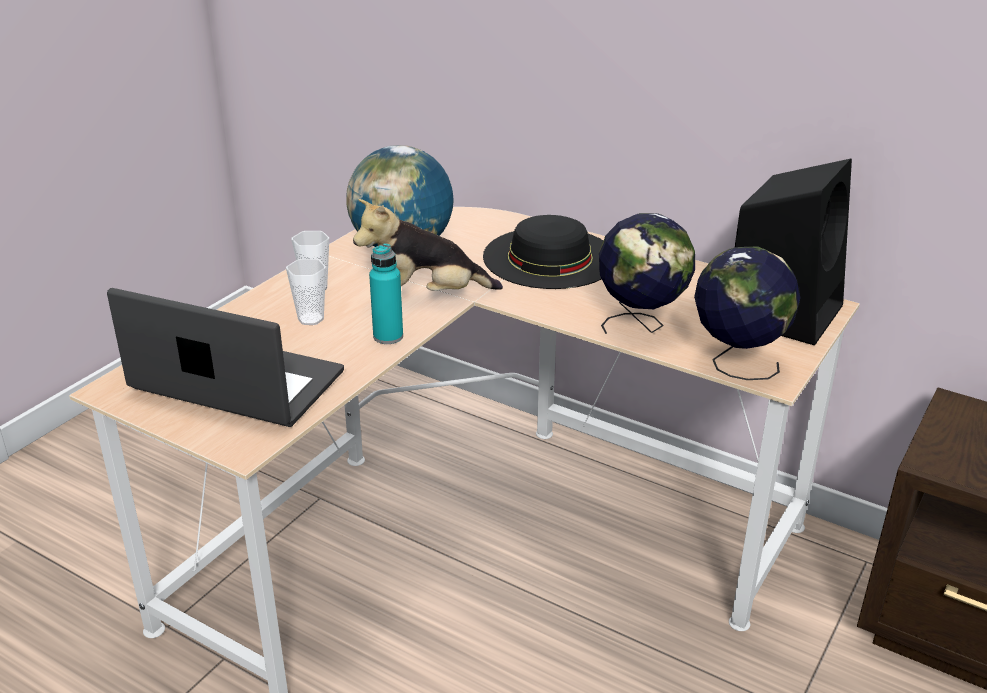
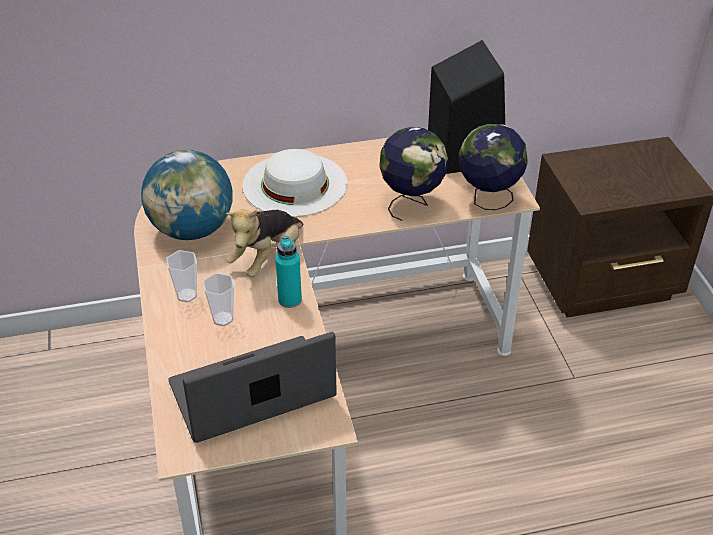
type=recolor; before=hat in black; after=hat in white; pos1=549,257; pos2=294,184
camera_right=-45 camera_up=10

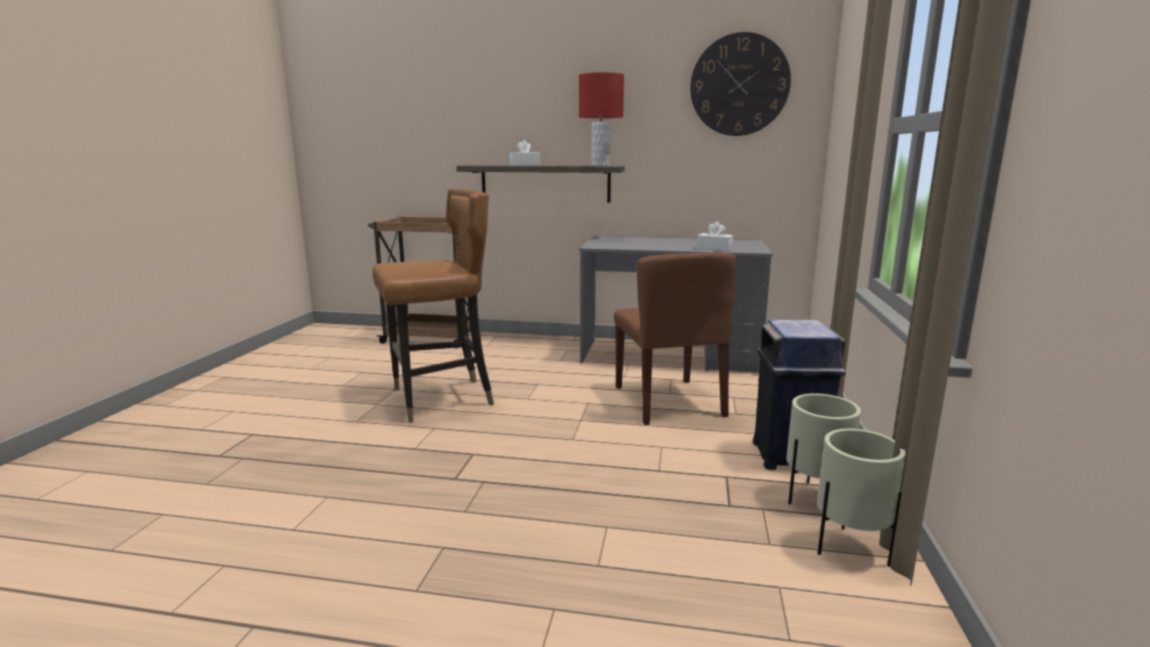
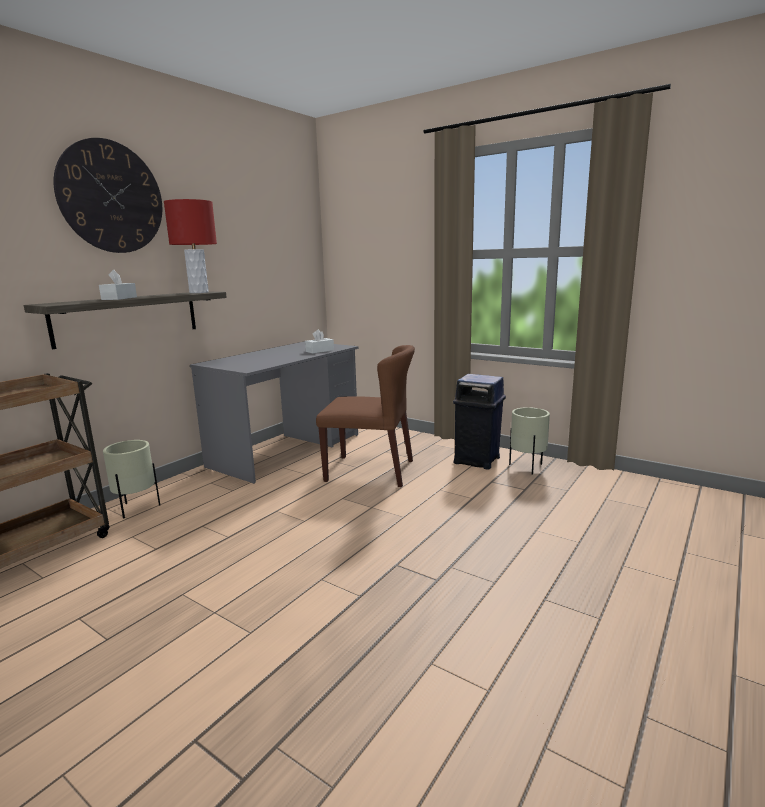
type=move; before=wall clock; pos1=739,85; pos2=111,197
type=move; before=planter in beige; pos1=850,550; pos2=137,509
type=delete; before=chair in brown; pos1=440,399
camera_right=-65 camera_up=0

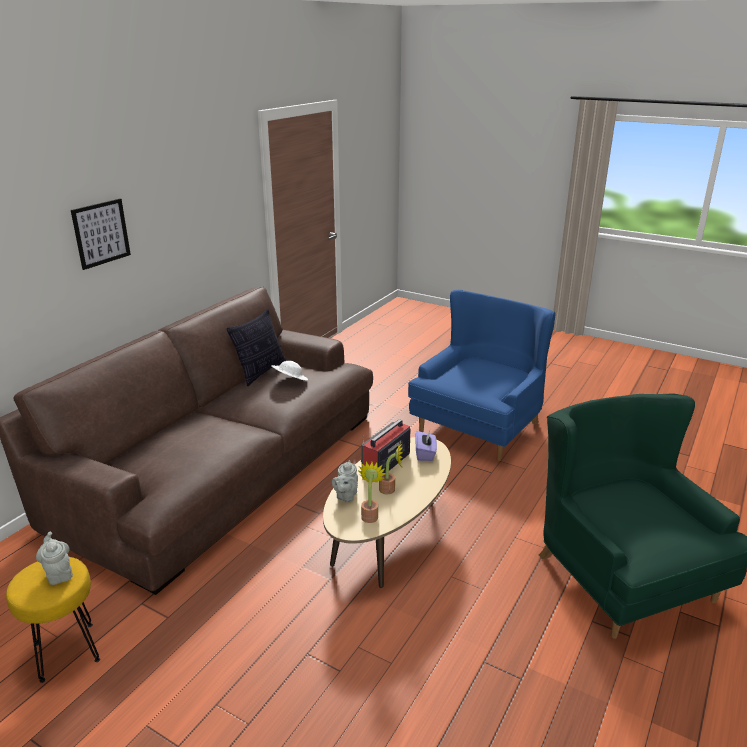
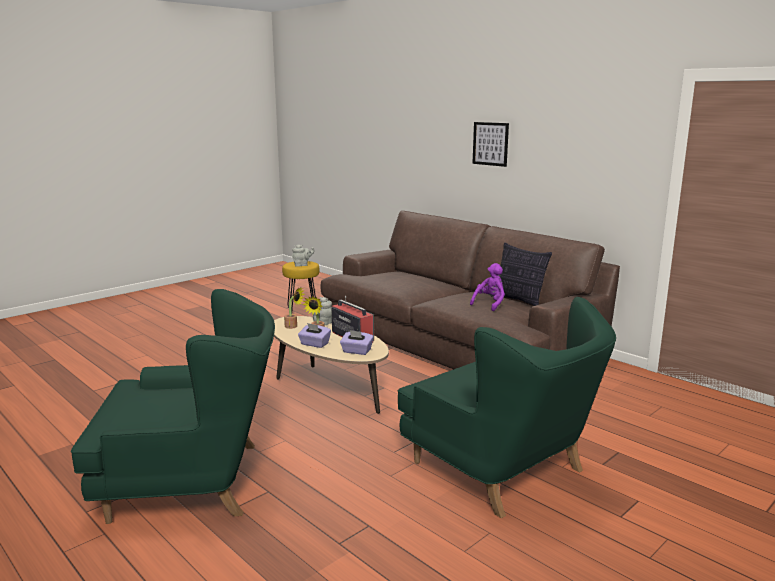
type=insert; after=tissue box in purple; pos2=314,344
type=recolor; before=armchair in blue; after=armchair in green; pos1=481,425; pos2=500,468
type=replace; before=hat in white; after=plush toy in purple; pos1=289,381; pos2=490,304
camera_right=105 camera_up=-10

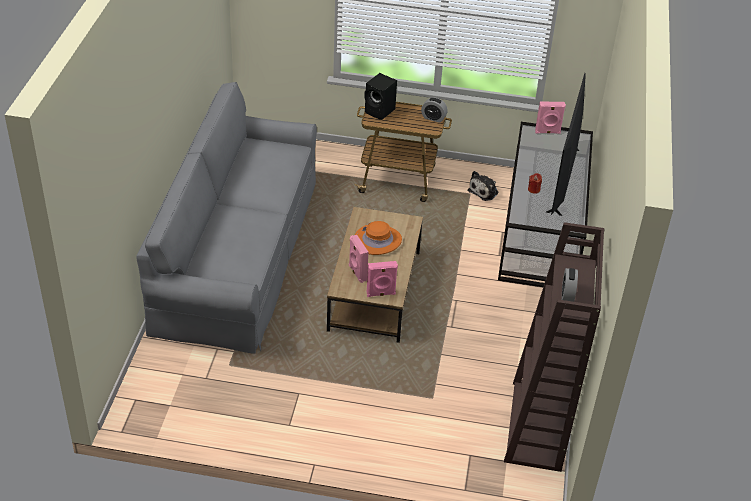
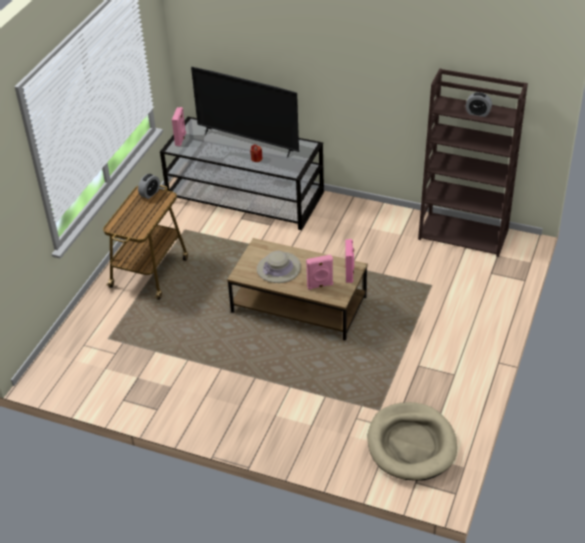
type=recolor; before=hat in orange; after=hat in beige; pos1=377,240; pos2=278,268
type=insert; after=dog bed in beige; pos2=411,444
type=delete; before=sofa in grey; pos1=238,253
type=delete; before=speaker in black; pos1=380,111
type=delete; before=plush toy; pos1=484,191
camera_right=-75 camera_up=0

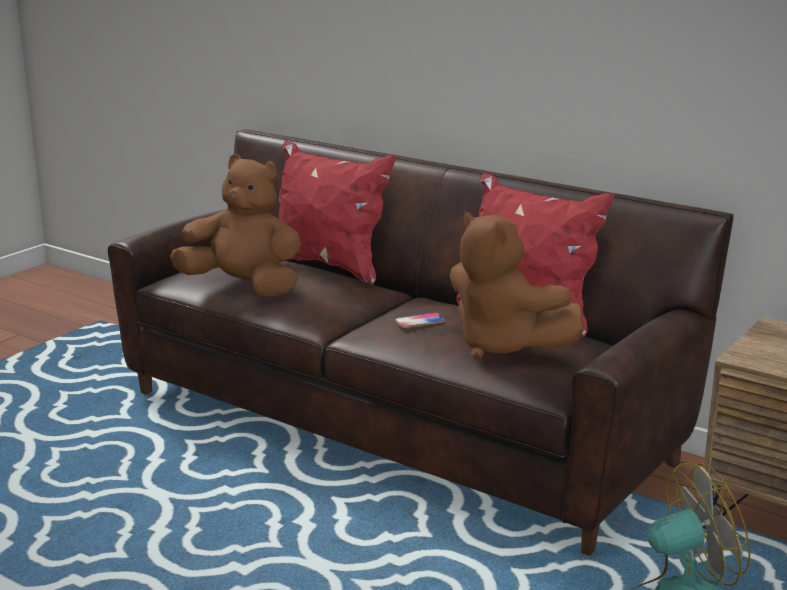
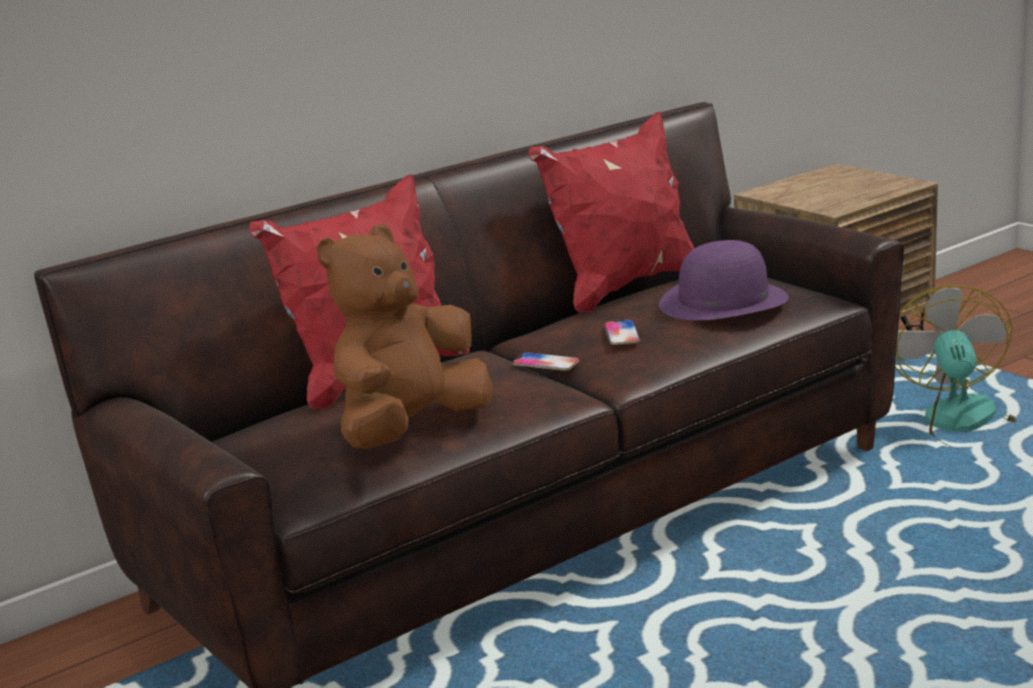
type=insert; after=phone; pos2=546,363
type=replace; before=plush toy in brown; after=hat in purple; pos1=503,346; pos2=723,301
camera_right=-70 camera_up=0

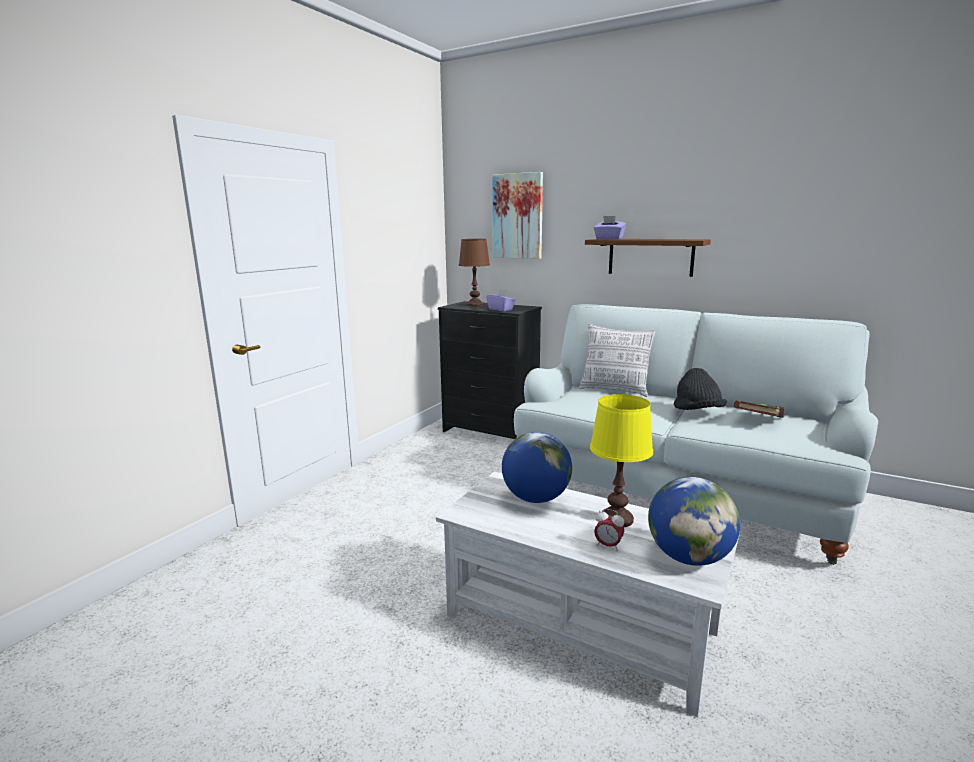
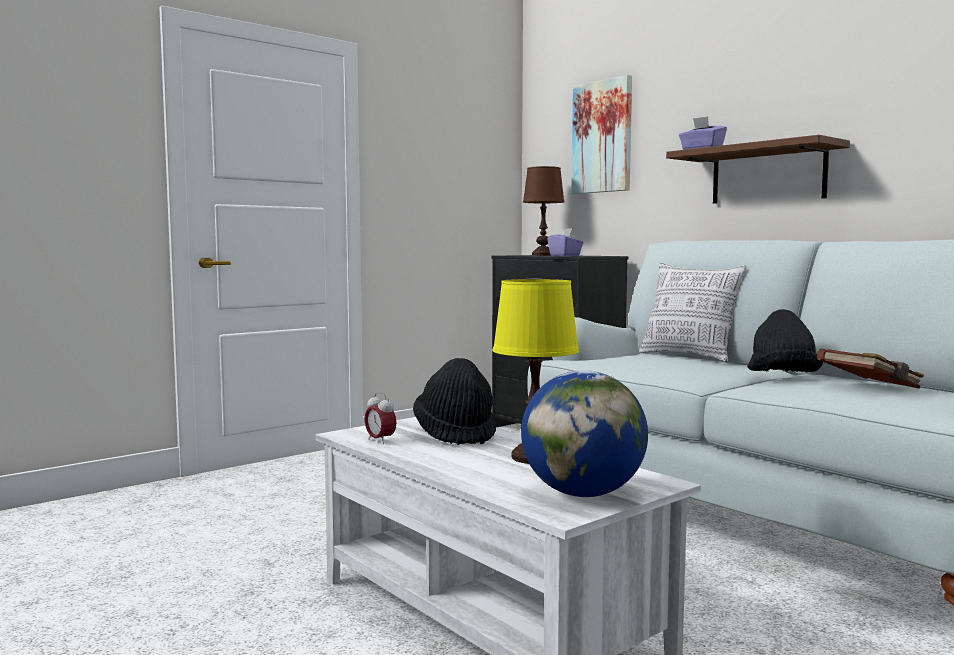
type=move; before=alarm clock; pos1=608,546; pos2=380,440
type=replace; before=globe; after=hat in black; pos1=536,498; pos2=456,434
camera_right=20 camera_up=-10

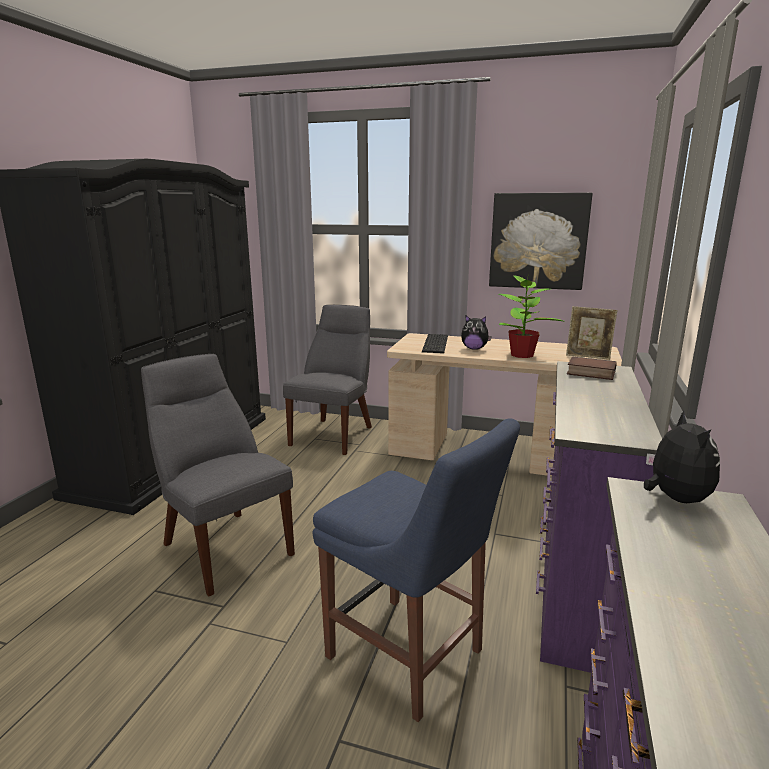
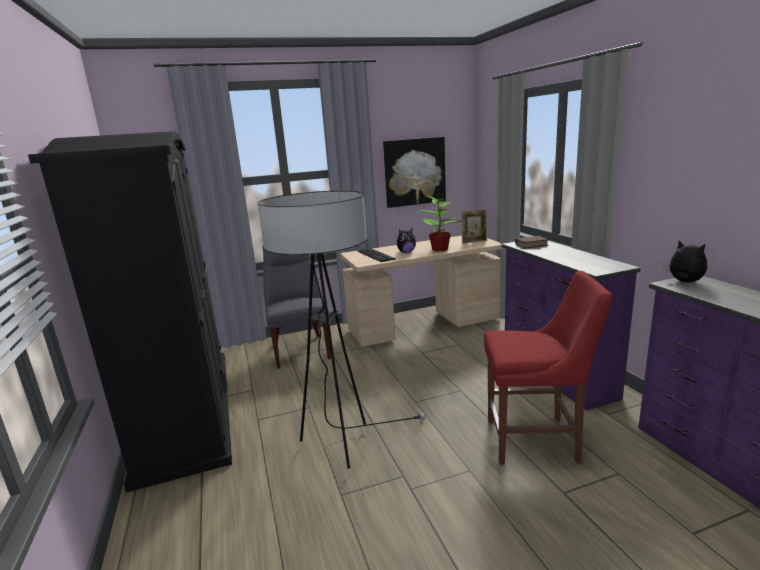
type=replace; before=chair in grey; after=floor lamp; pos1=224,546; pos2=343,447
type=recolor; before=chair in blue; after=chair in red; pos1=410,657; pos2=536,440
camera_right=-35 camera_up=0

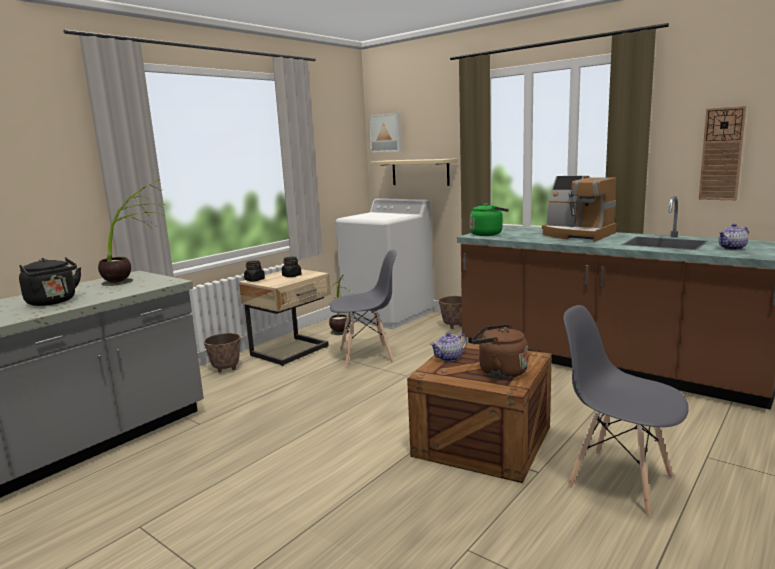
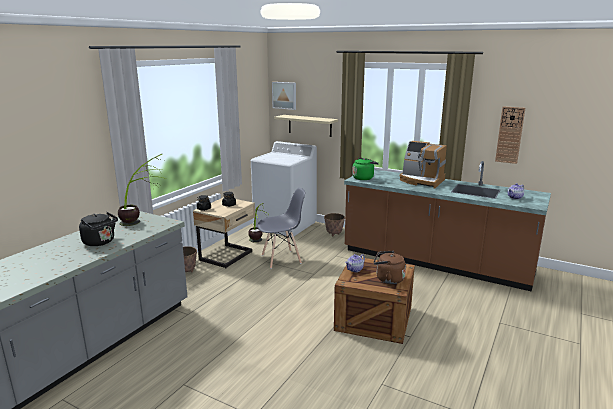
type=delete; before=chair in grey; pos1=618,482
camera_right=-10 camera_up=5

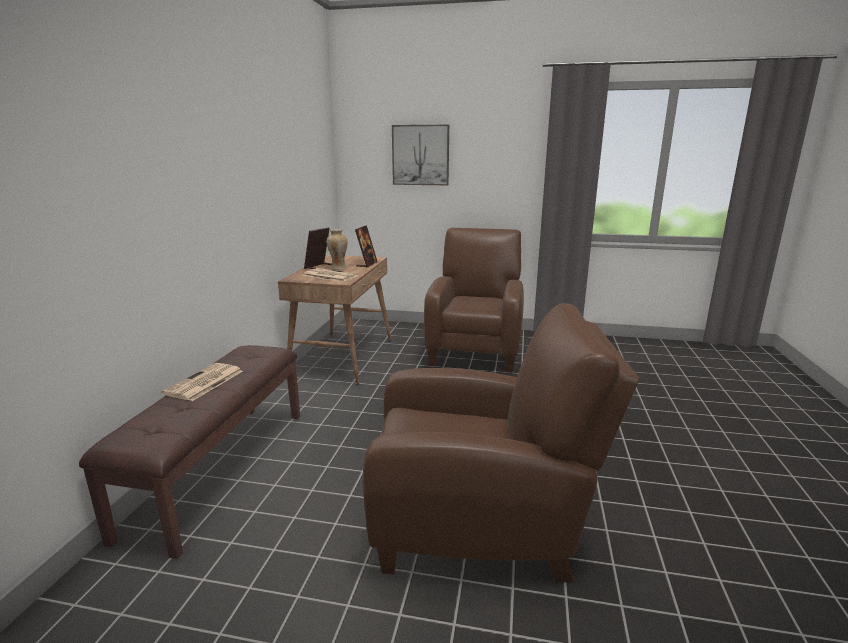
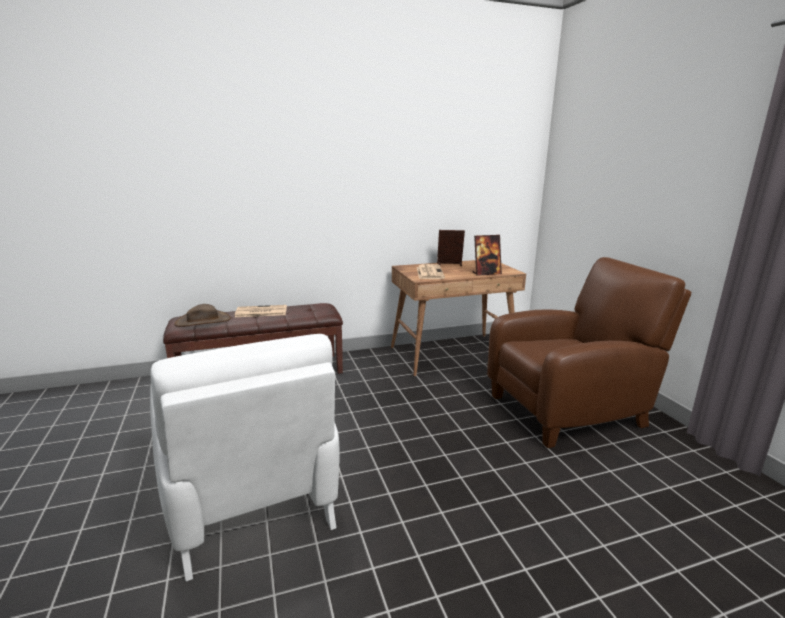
type=recolor; before=armchair in brown; after=armchair in white; pos1=481,523; pos2=250,501
type=insert; after=hat in brown; pos2=203,321
type=delete; before=vase; pos1=338,268
type=delete; before=picture; pos1=420,155
camera_right=60 camera_up=0

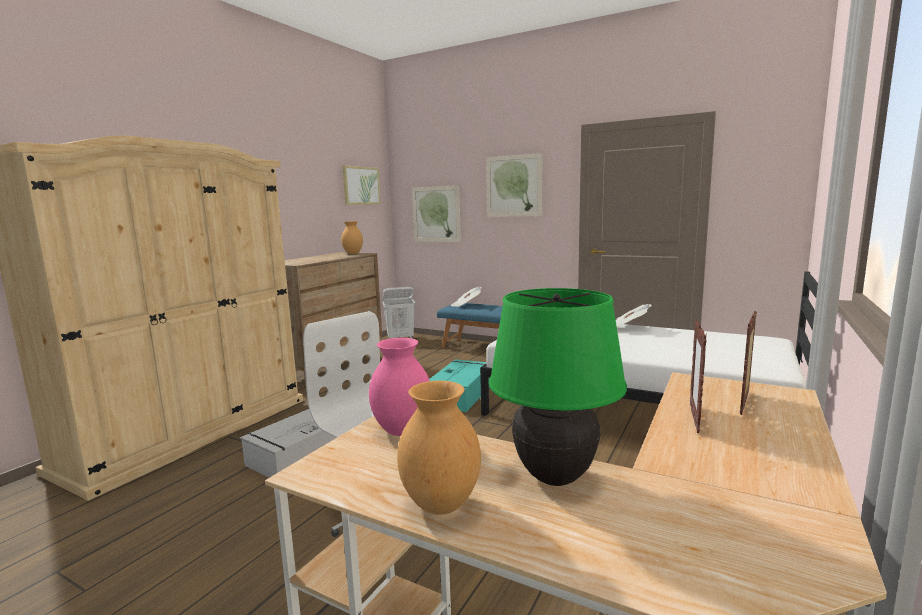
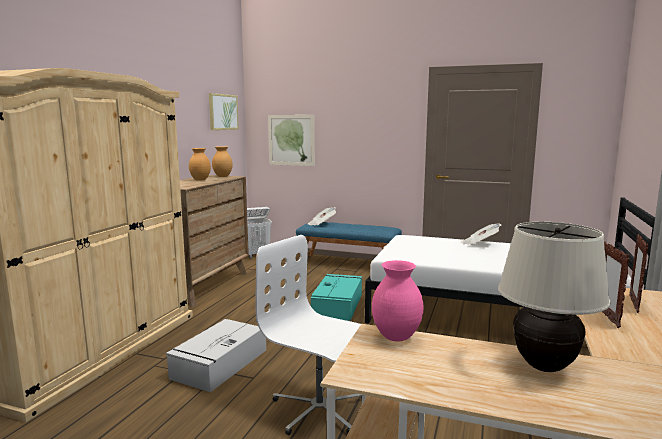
type=move; before=vase in brown; pos1=439,504; pos2=200,180
type=recolor; before=table lamp in green; after=table lamp in beige; pos1=555,478; pos2=544,366
type=delete; before=picture; pos1=514,186
camera_right=-10 camera_up=0

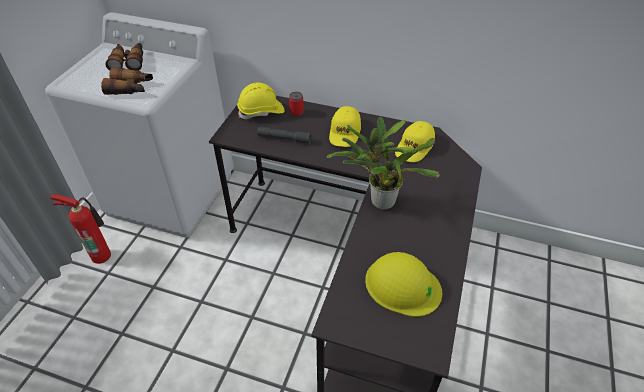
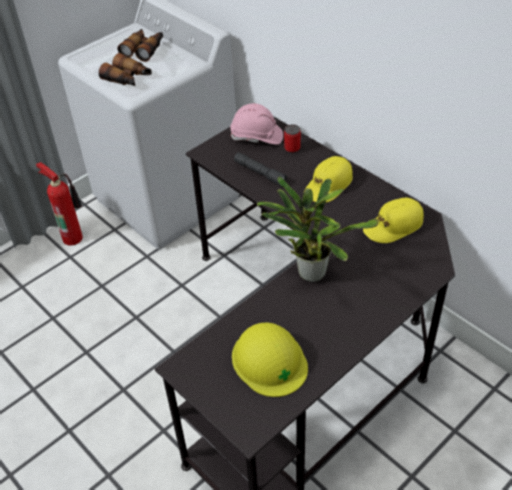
type=recolor; before=hard hat in yellow; after=hard hat in pink; pos1=261,112; pos2=257,137
camera_right=30 camera_up=0

